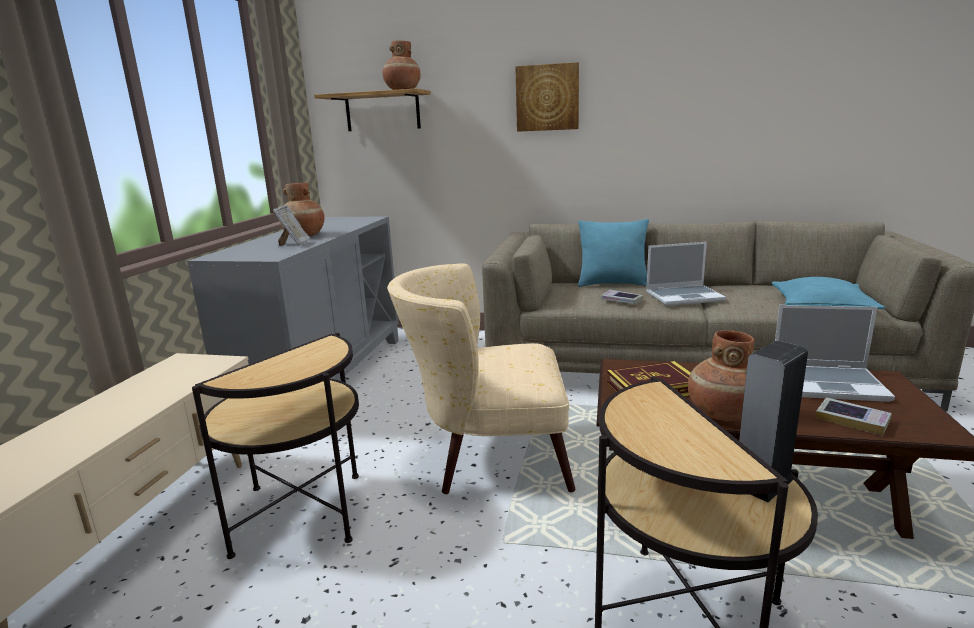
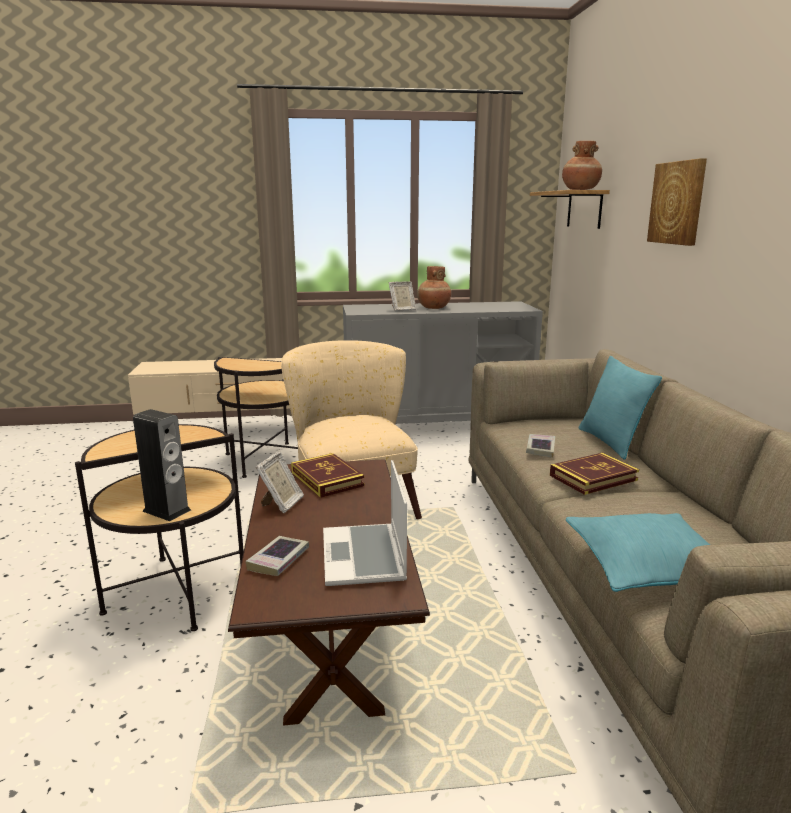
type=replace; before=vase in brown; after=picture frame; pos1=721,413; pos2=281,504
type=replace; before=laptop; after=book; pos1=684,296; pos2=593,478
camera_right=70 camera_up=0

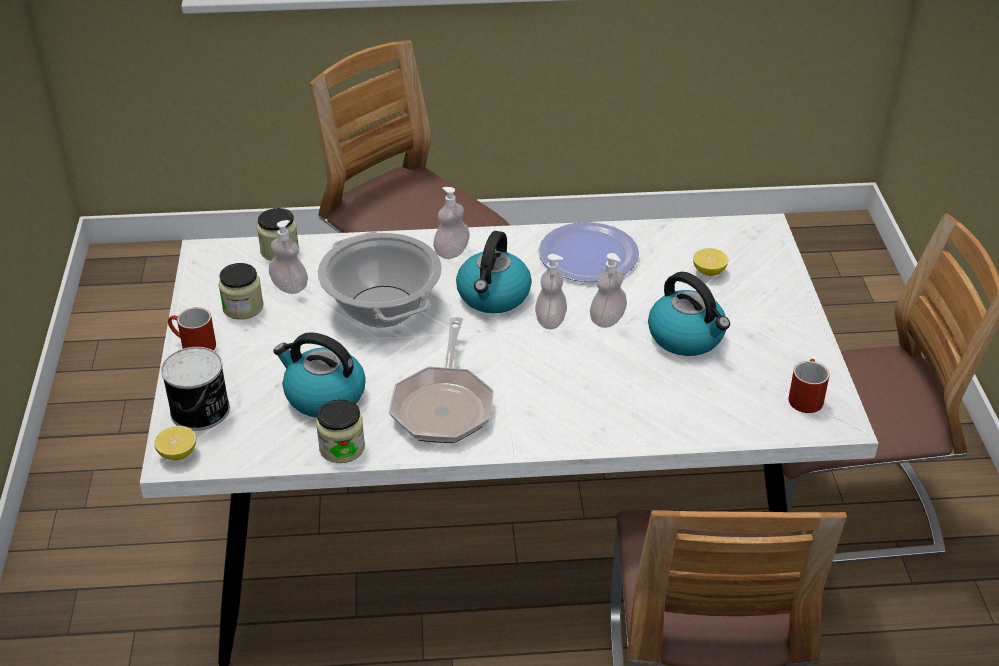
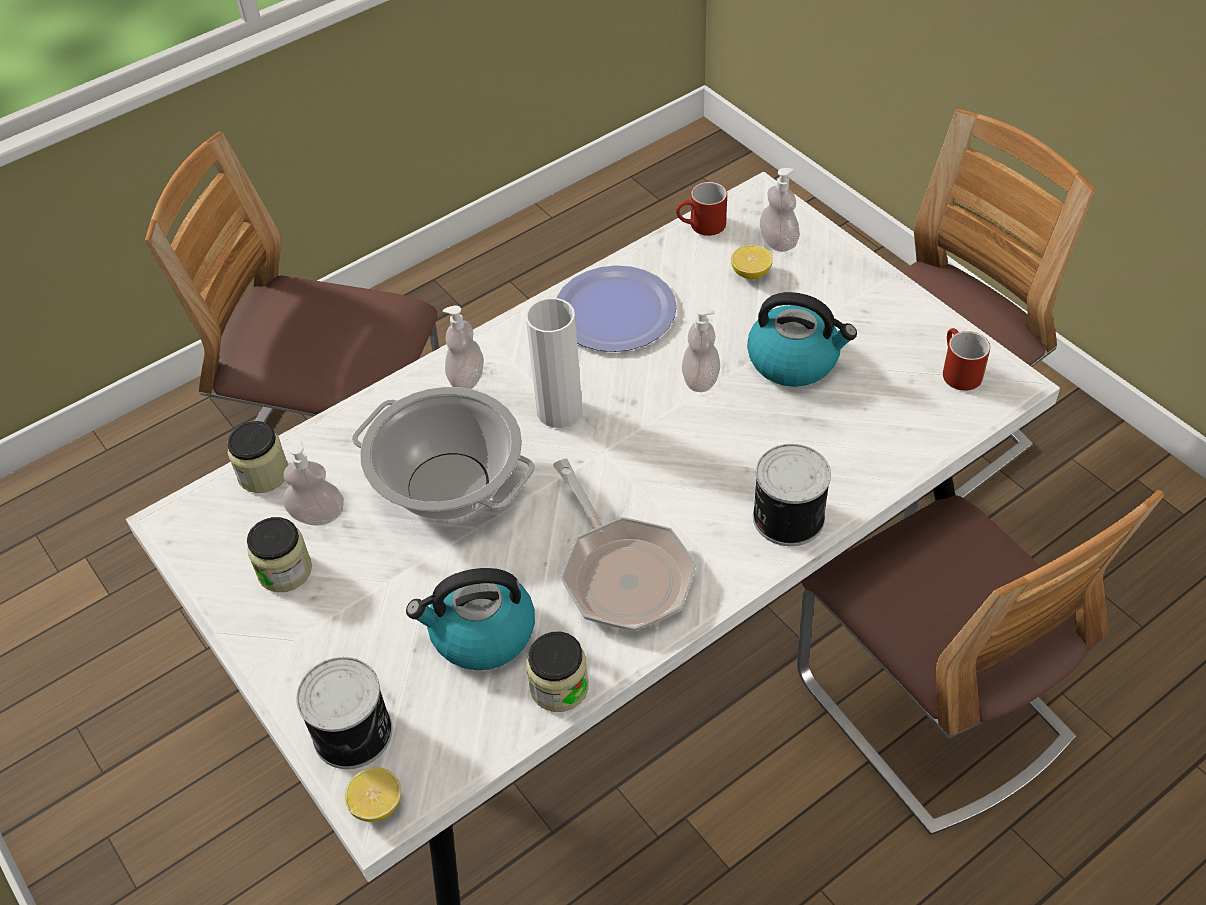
type=replace; before=kettle; after=vase in white; pos1=493,296; pos2=559,411
type=move; before=mug in red; pos1=192,345; pos2=701,226
type=insert; after=can; pos2=786,517
type=move; before=soap dispenser; pos1=550,320; pos2=778,242
camera_right=-30 camera_up=10

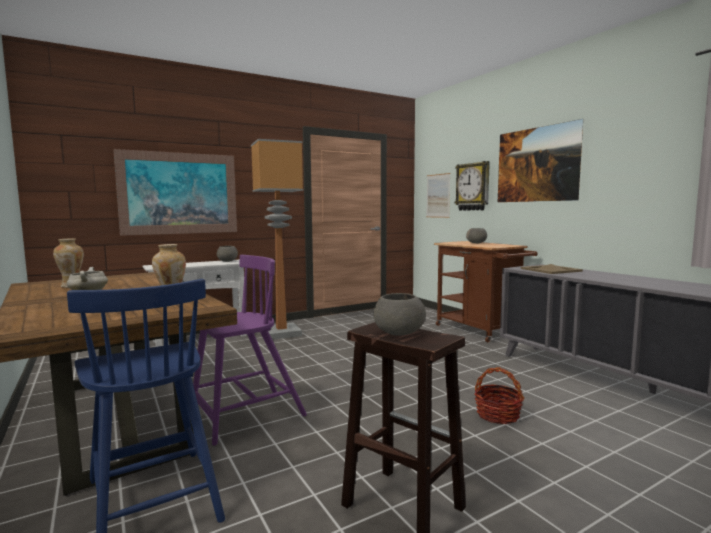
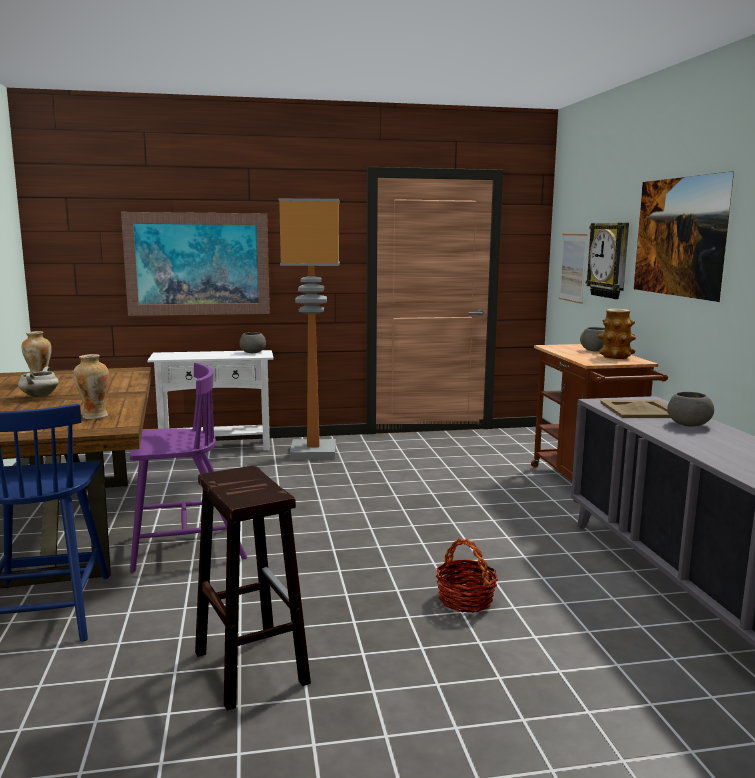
type=insert; after=vase; pos2=615,356
type=move; before=bowl in grey; pos1=398,333; pos2=688,424
camera_right=20 camera_up=5

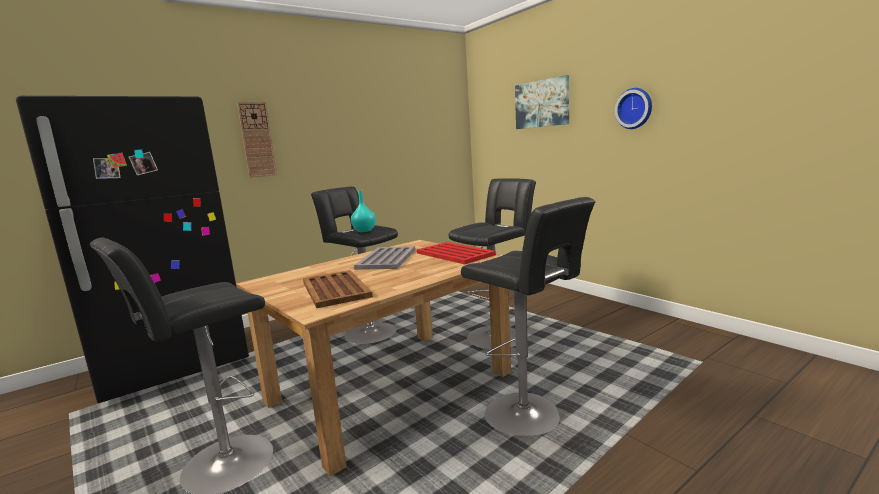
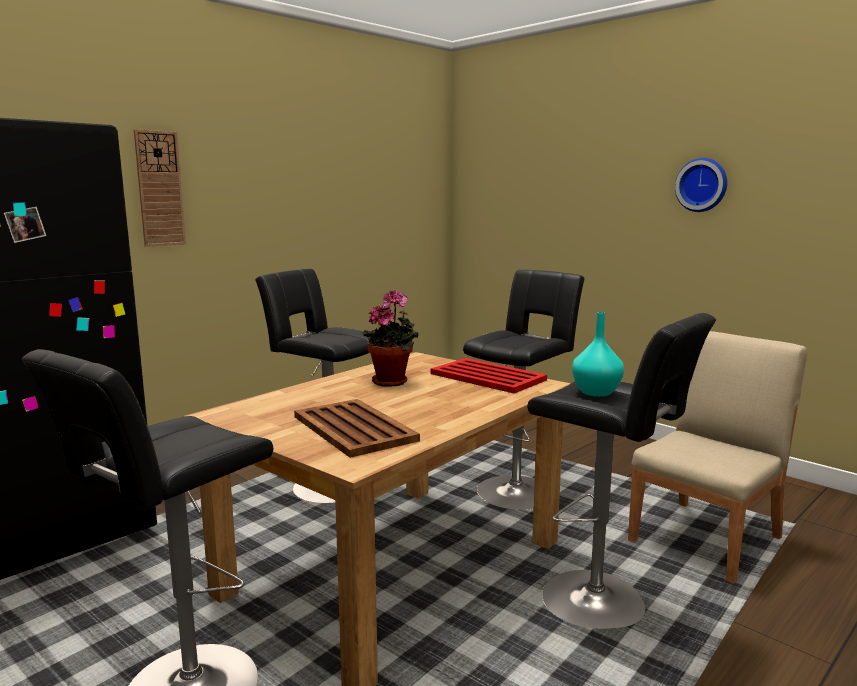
type=replace; before=tray in grey; after=potted plant; pos1=387,258; pos2=392,381
type=move; before=vase in turquoise; pos1=364,231; pos2=597,393
type=insert; after=chair in beige; pos2=707,539
type=delete; before=picture; pos1=542,104
camera_right=-10 camera_up=0

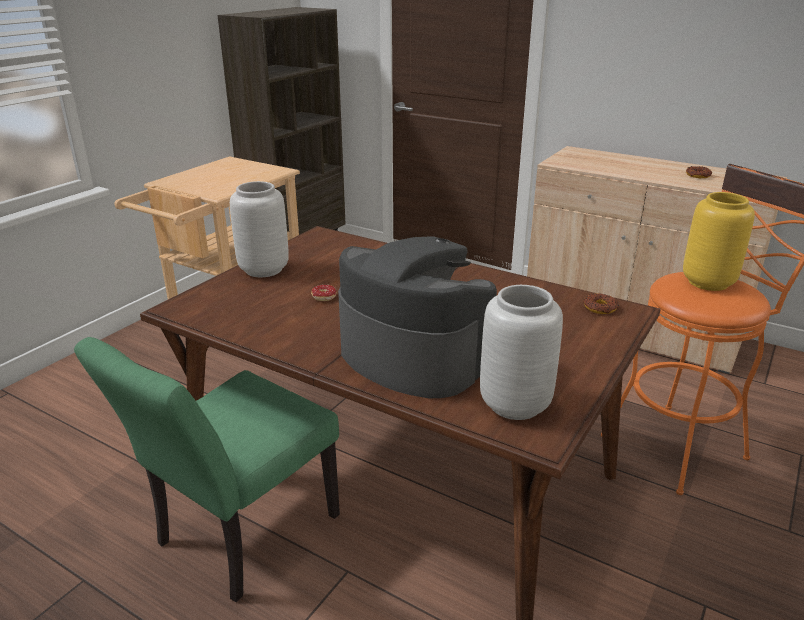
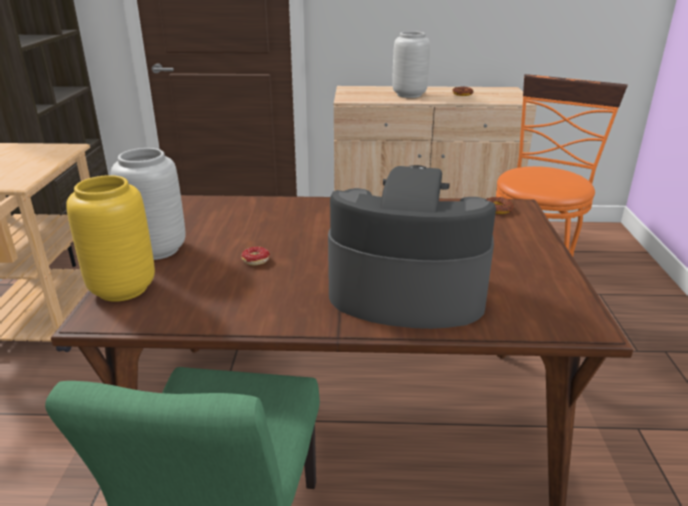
type=move; before=vase in yellow; pos1=706,282; pos2=121,289
type=move; before=vase in grey; pos1=513,405; pos2=409,95
camera_right=-30 camera_up=0

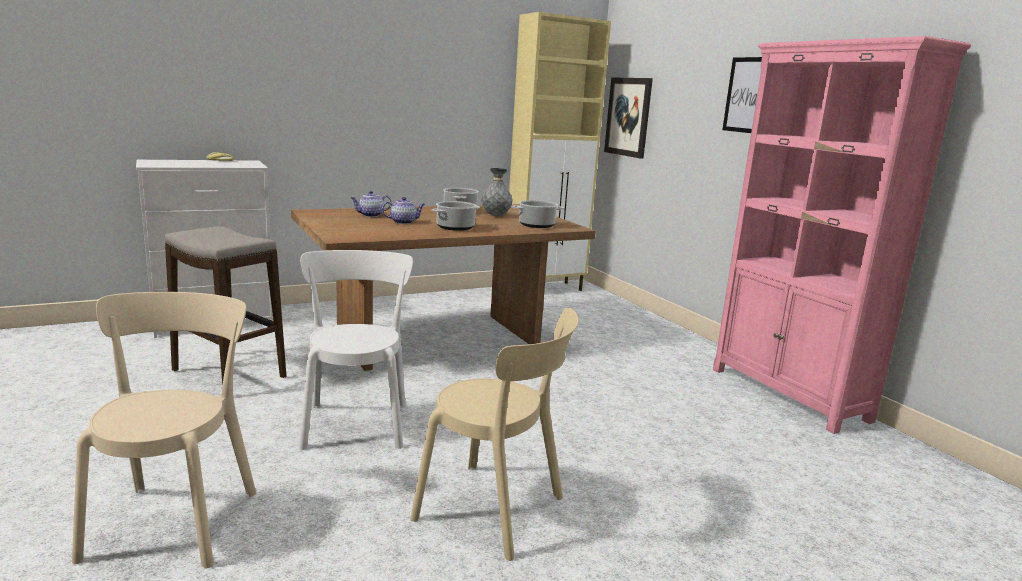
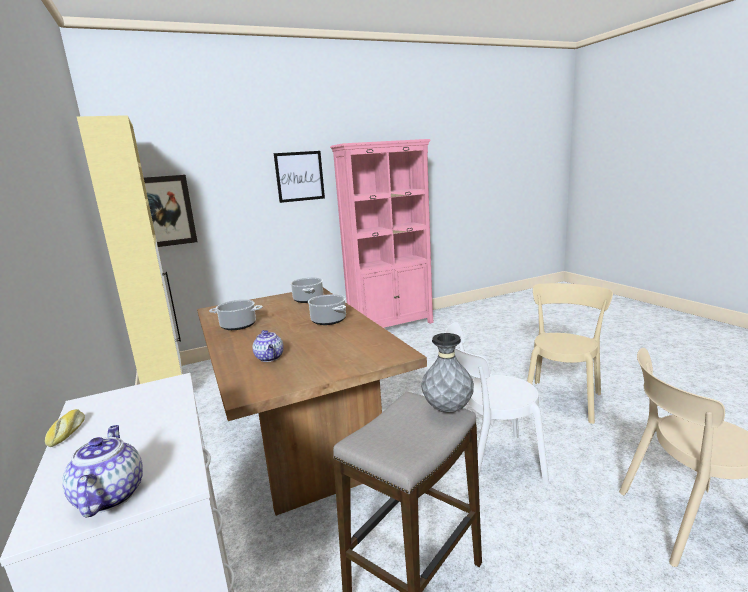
type=move; before=teapot; pos1=404,222; pos2=109,495
type=move; before=vase in grey; pos1=495,216; pos2=447,409
camera_right=-85 camera_up=0

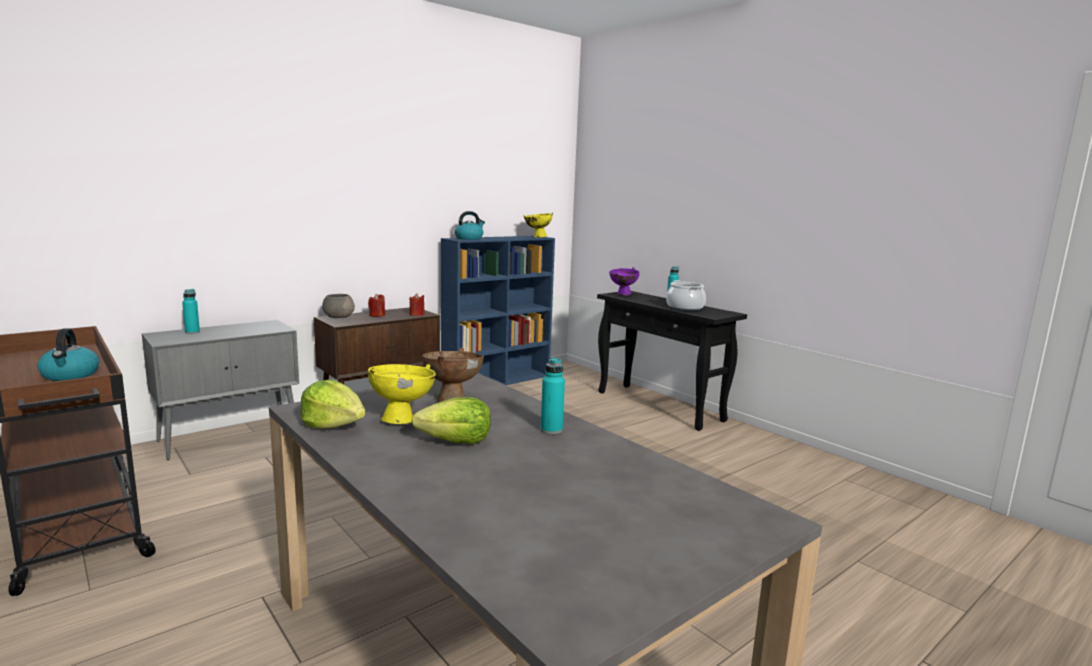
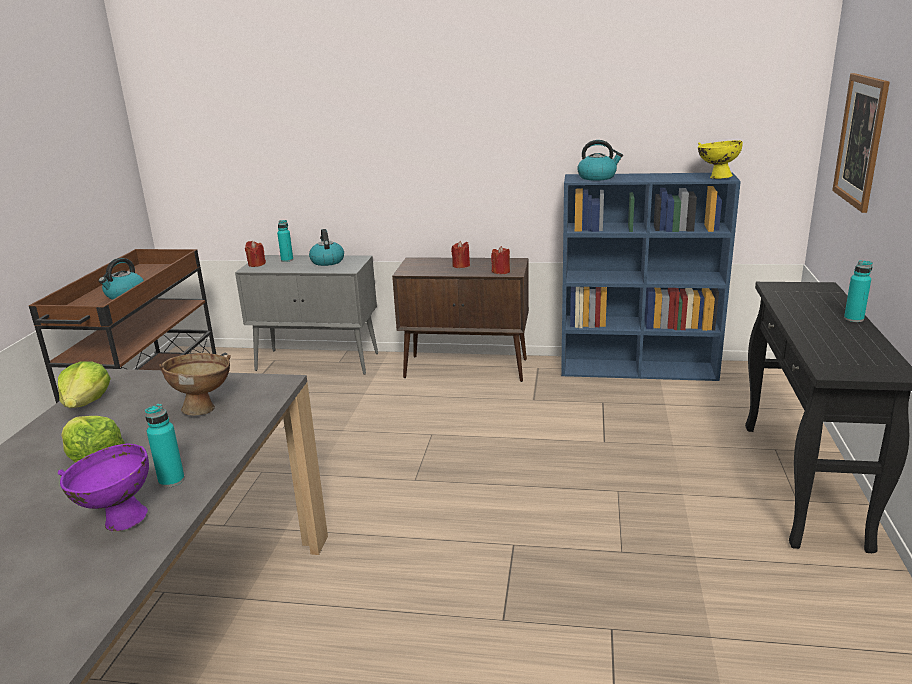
type=move; before=bowl in purple; pos1=622,294; pos2=117,520
type=insert; after=candle in red; pos2=256,264
type=insert; after=kettle; pos2=327,261
type=insert; after=picture; pos2=860,141
type=delete; before=bowl in grey; pos1=338,317
type=delete; before=bowl in yellow; pos1=403,418
type=delete; before=cooking pot; pos1=684,308
camera_right=50 camera_up=10

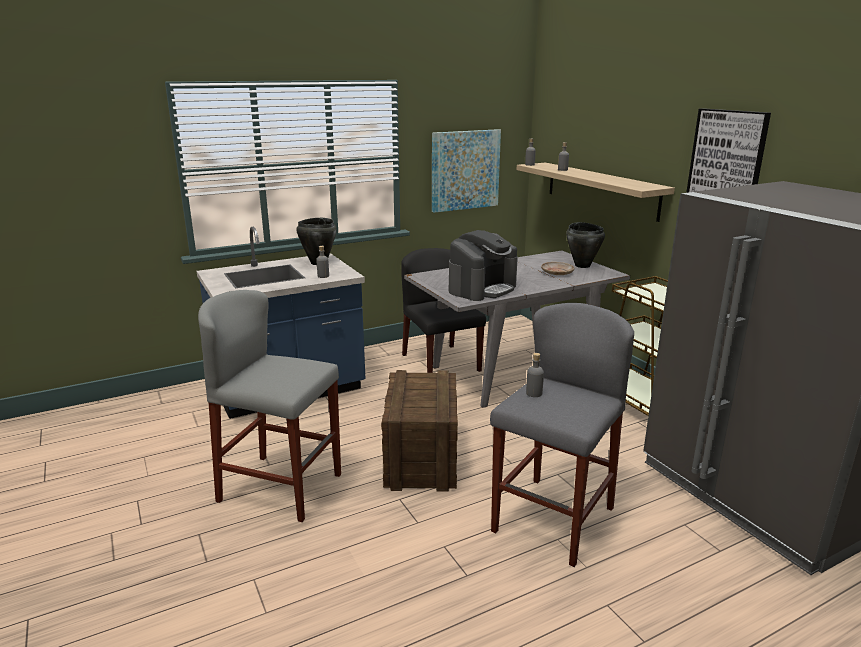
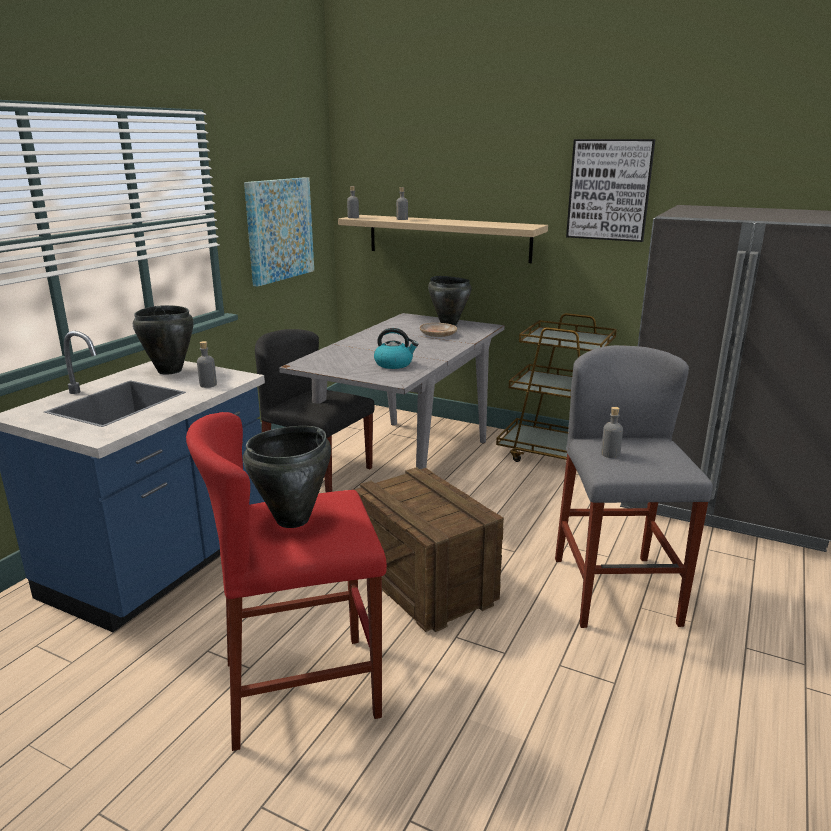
type=recolor; before=stool in grey; after=stool in red; pos1=281,487; pos2=301,688
type=insert; after=cooking pot in black; pos2=293,520
type=replace; before=coffee machine; after=kettle; pos1=482,288; pos2=394,364
camera_right=-35 camera_up=0

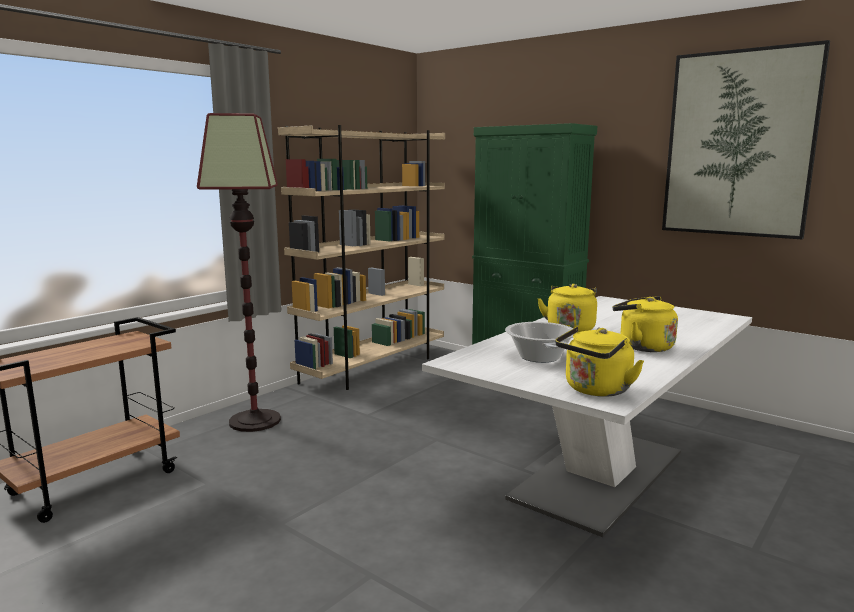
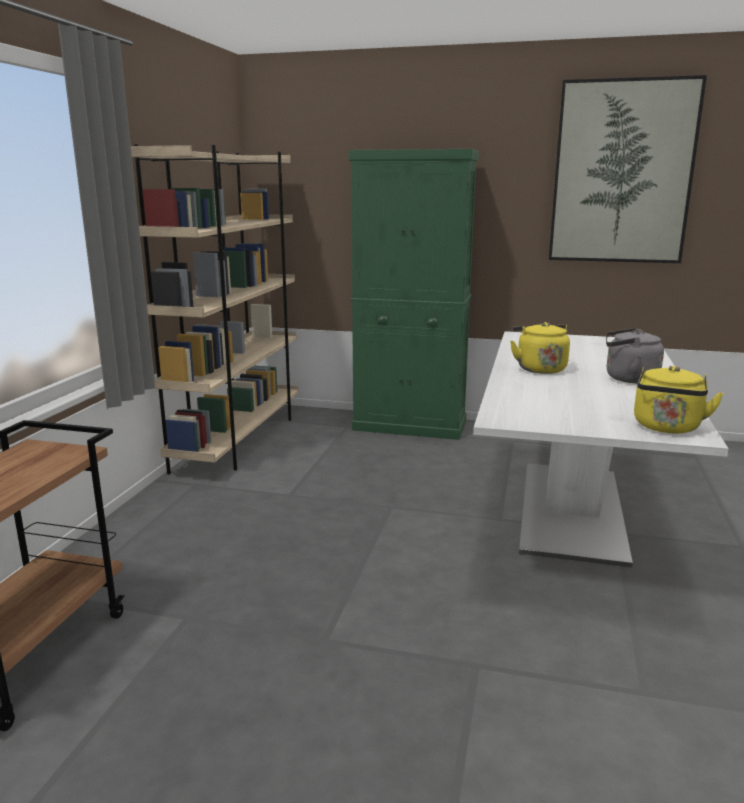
type=recolor; before=kettle in yellow; after=kettle in grey; pos1=642,346; pos2=628,379
type=delete; before=floor lamp; pos1=254,421
type=delete; before=cooking pot; pos1=539,357
camera_right=-25 camera_up=5

